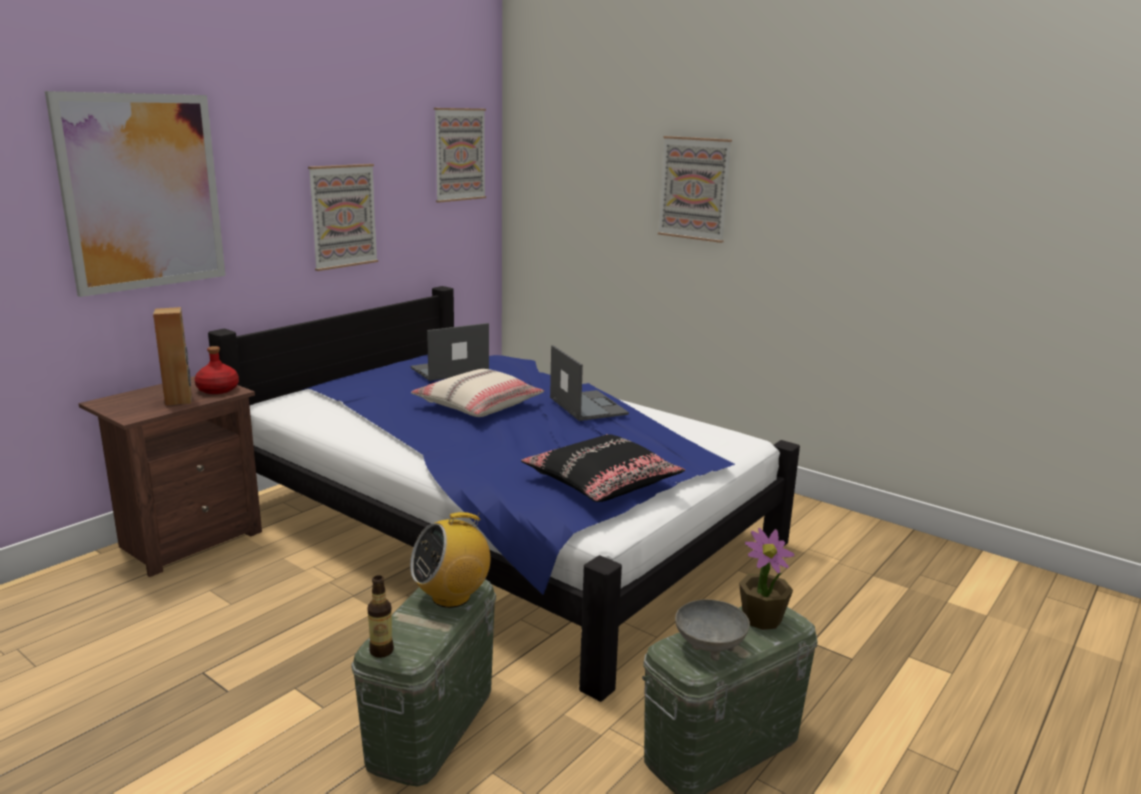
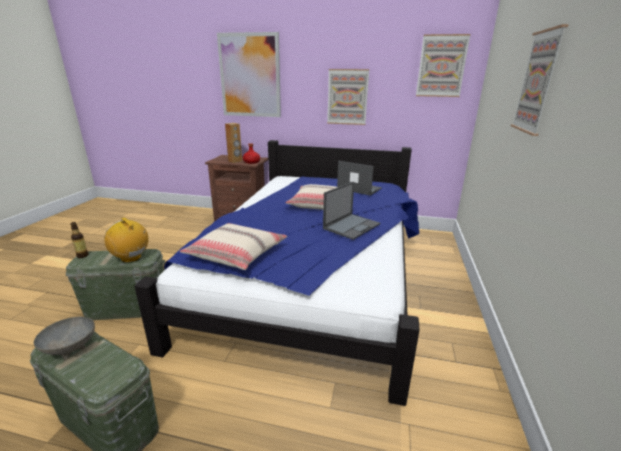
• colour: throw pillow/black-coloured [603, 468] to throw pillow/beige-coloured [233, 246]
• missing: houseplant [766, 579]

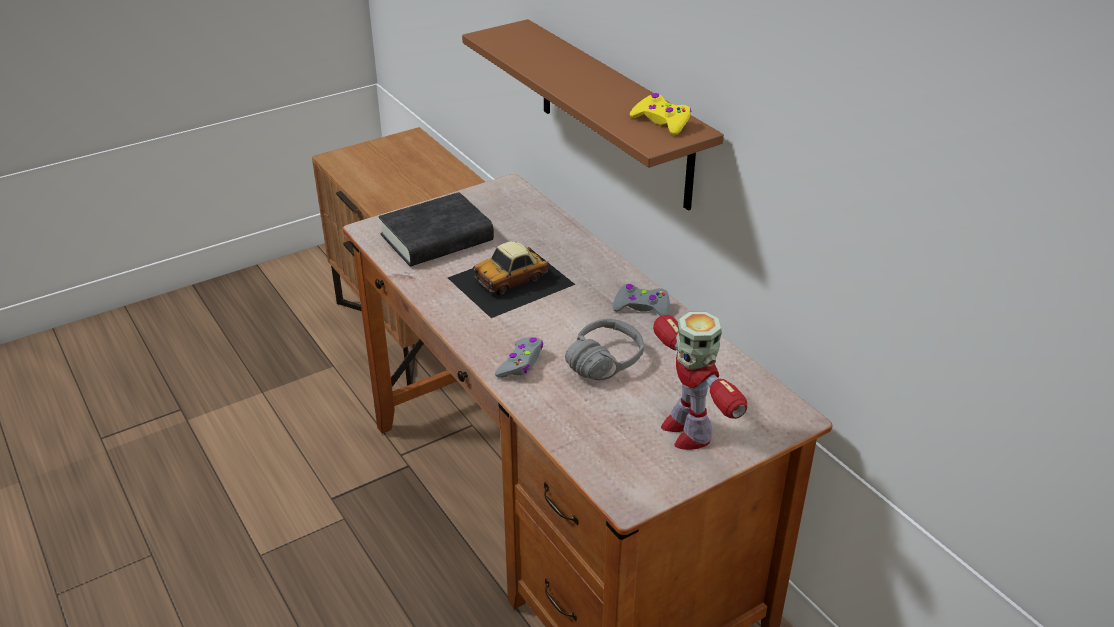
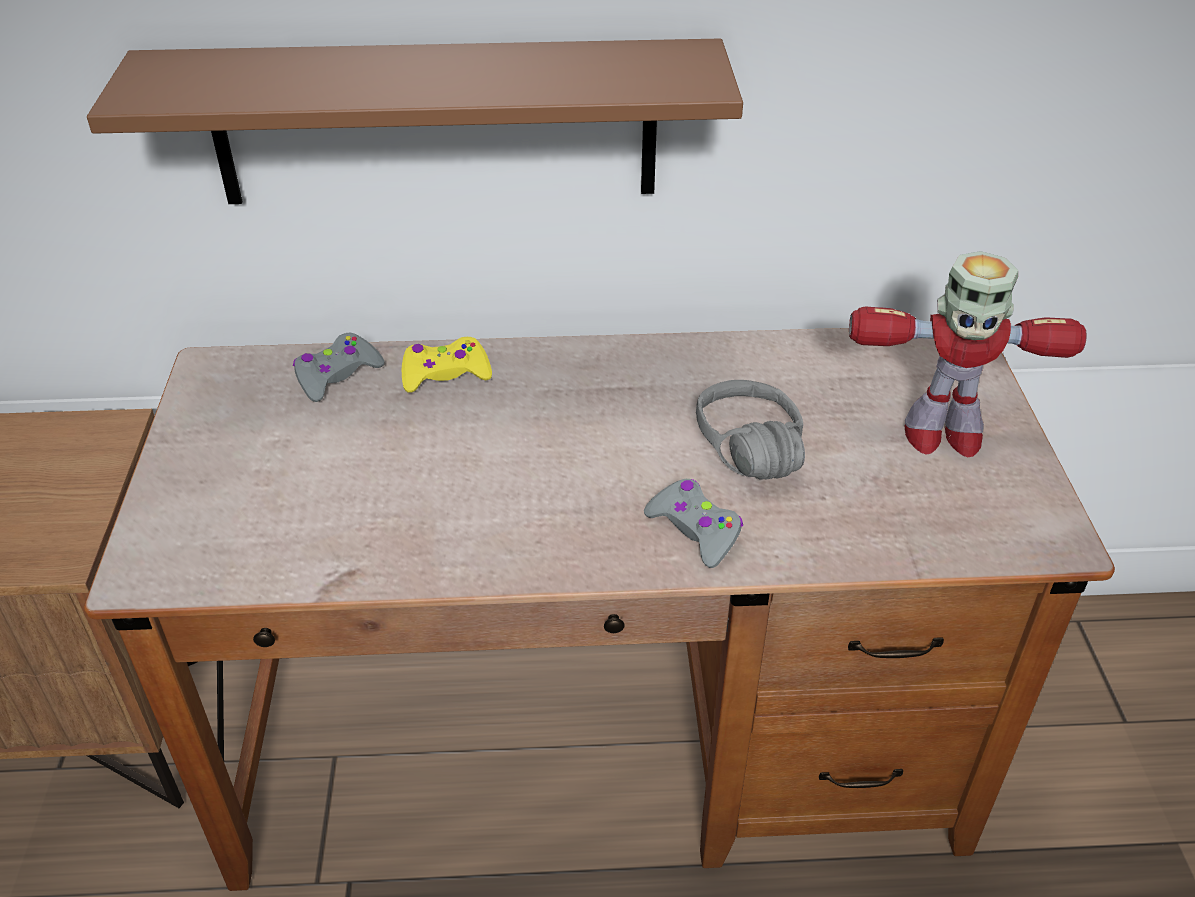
• relocated: gamepad/gray [641, 300] to [338, 367]
• relocated: gamepad/yellow-coloured [661, 114] to [447, 365]
• missing: bound book/black-coloured [436, 229]
• missing: toy car [512, 279]

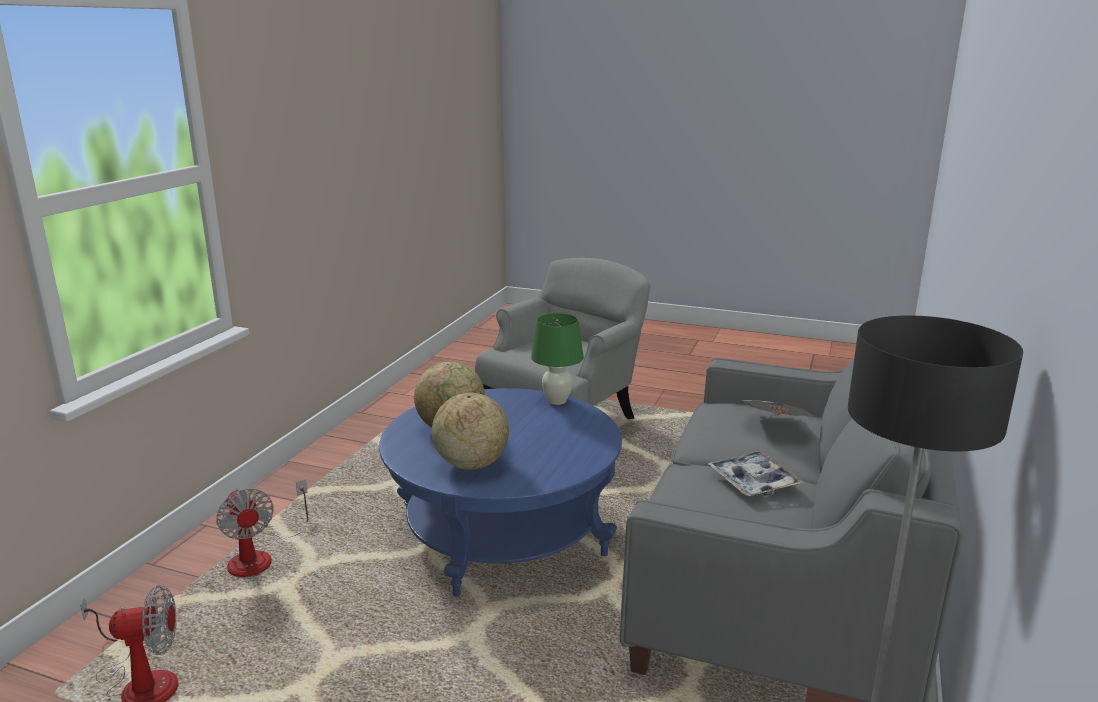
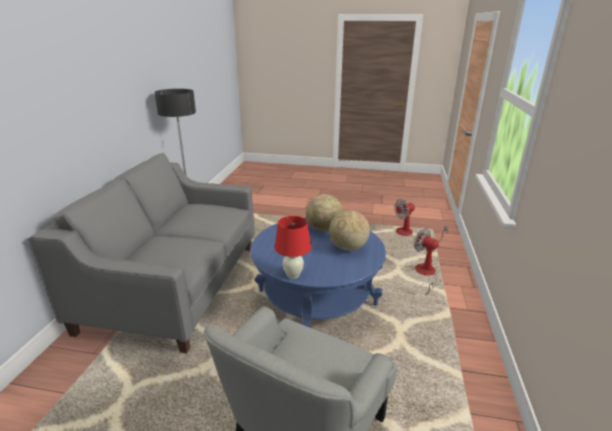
• colour: lamp for a table/green [557, 359] to lamp for a table/reddish [293, 247]
• missing: tray [755, 473]
• missing: daily paper [778, 408]

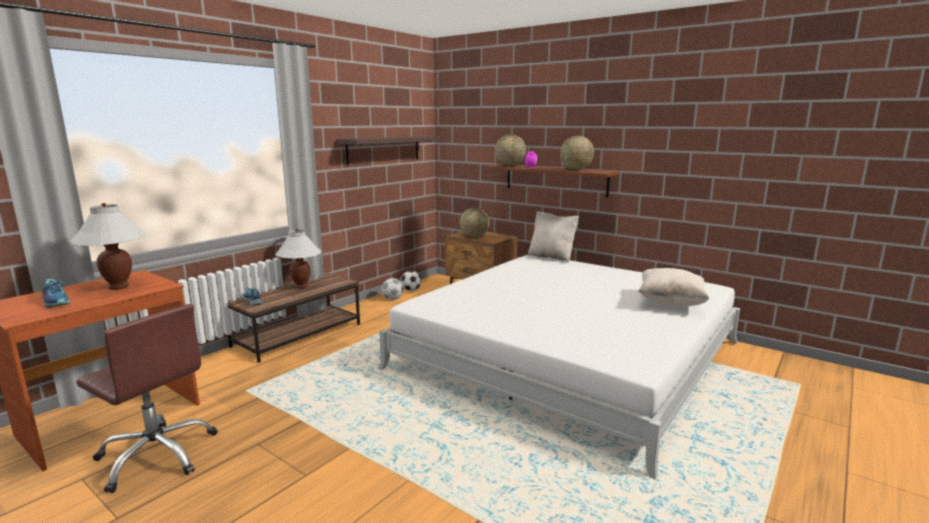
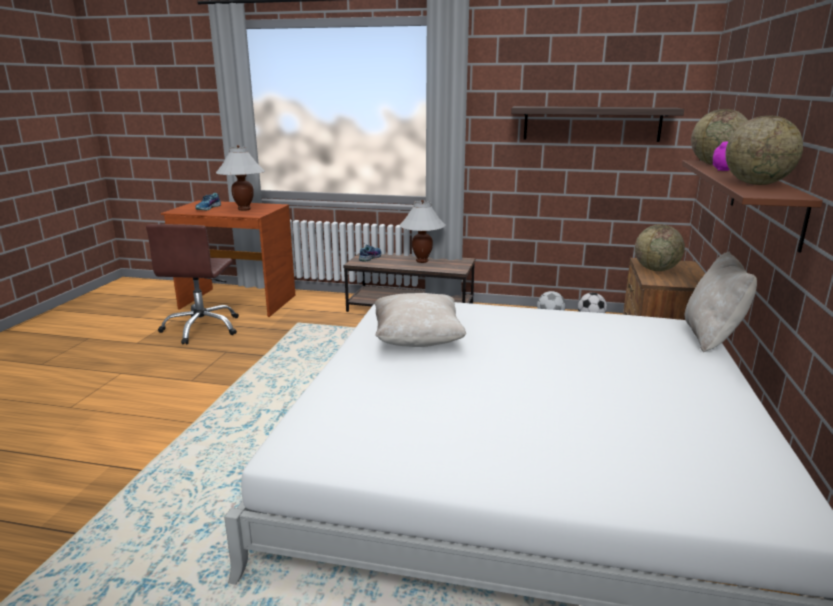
• relocated: throw pillow/beige-coloured [673, 287] to [420, 320]

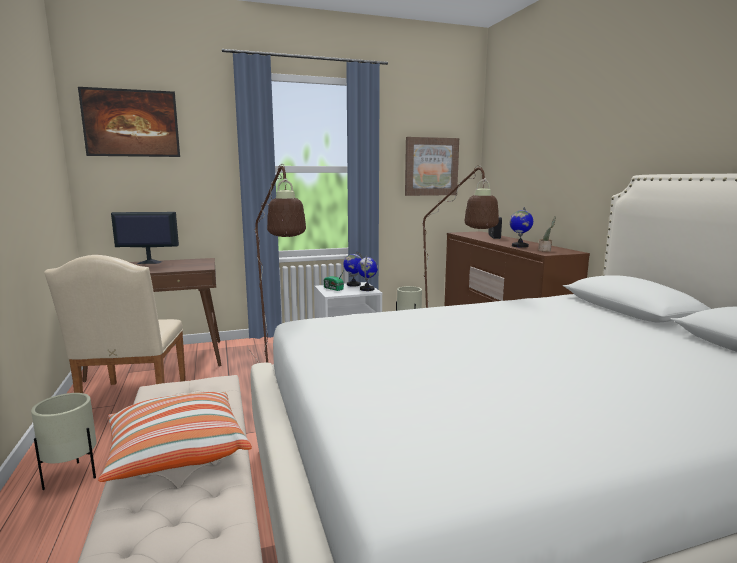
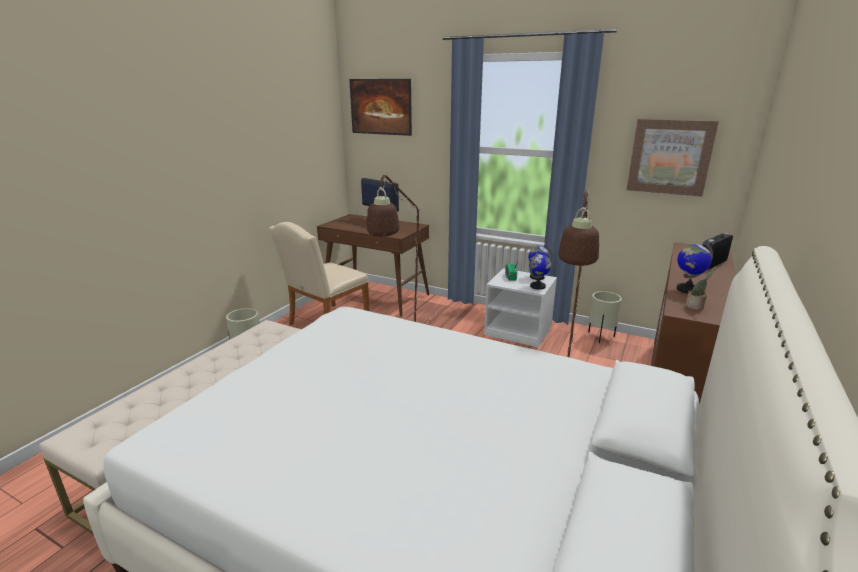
• missing: throw pillow [175, 437]

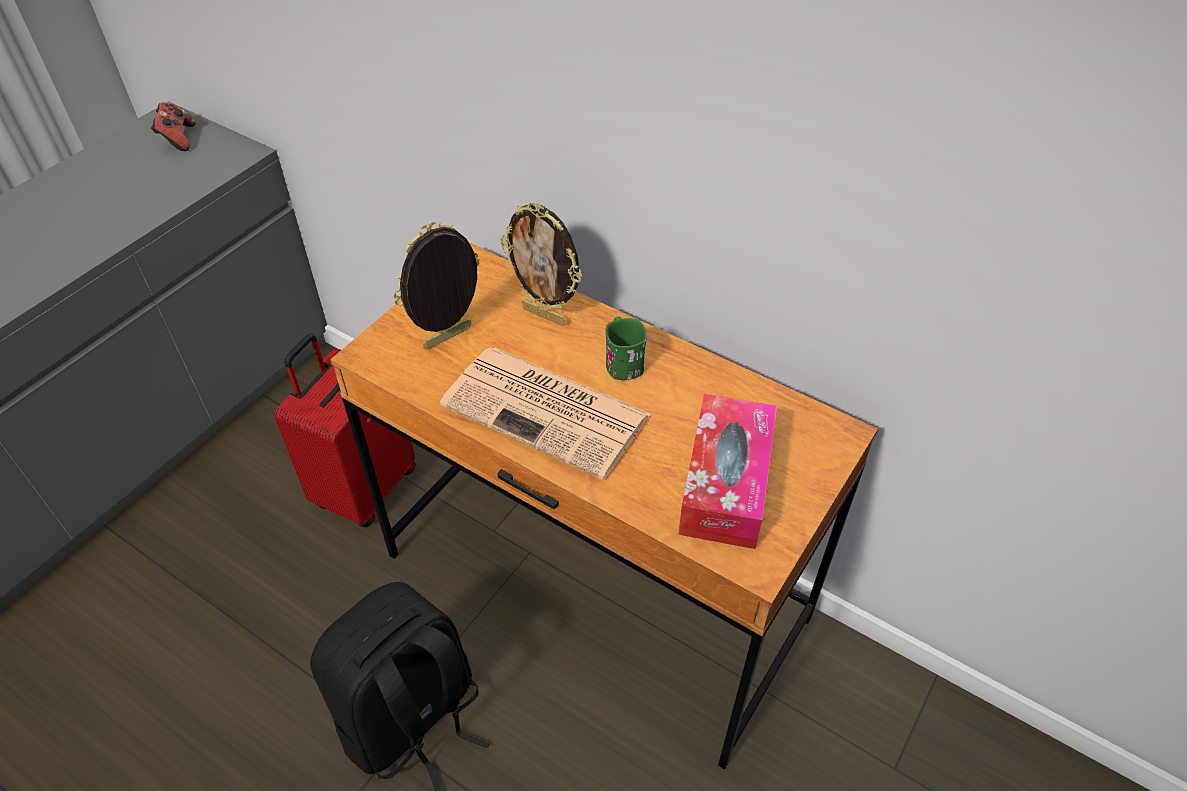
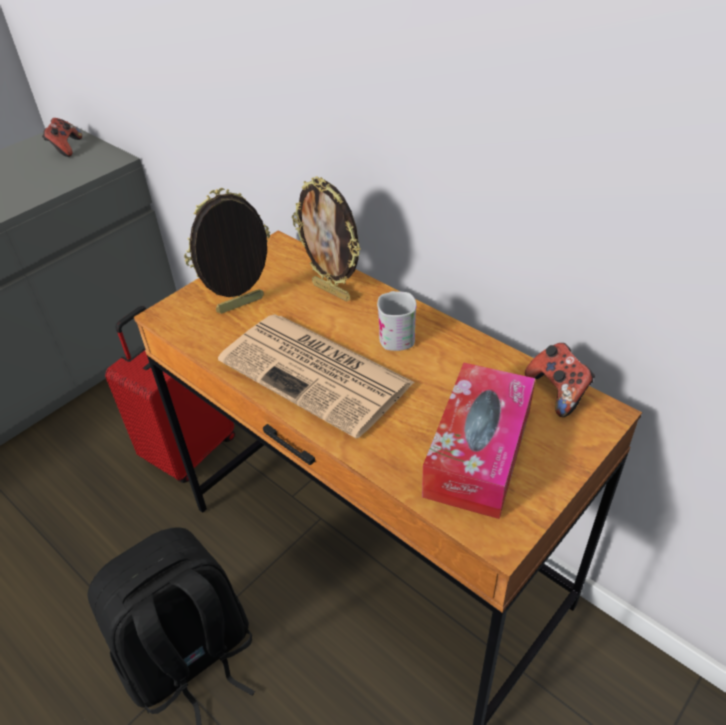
• colour: tea mug/green [626, 348] to tea mug/white-coloured [397, 321]
• appeared: gamepad [560, 380]

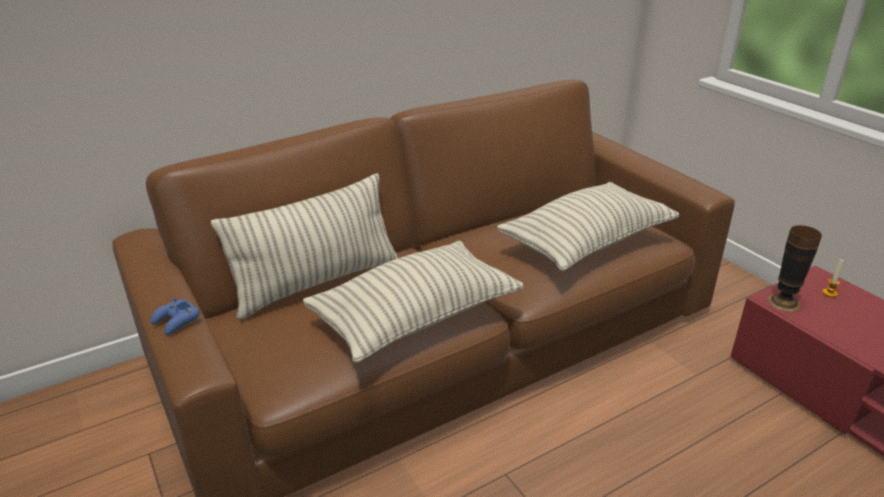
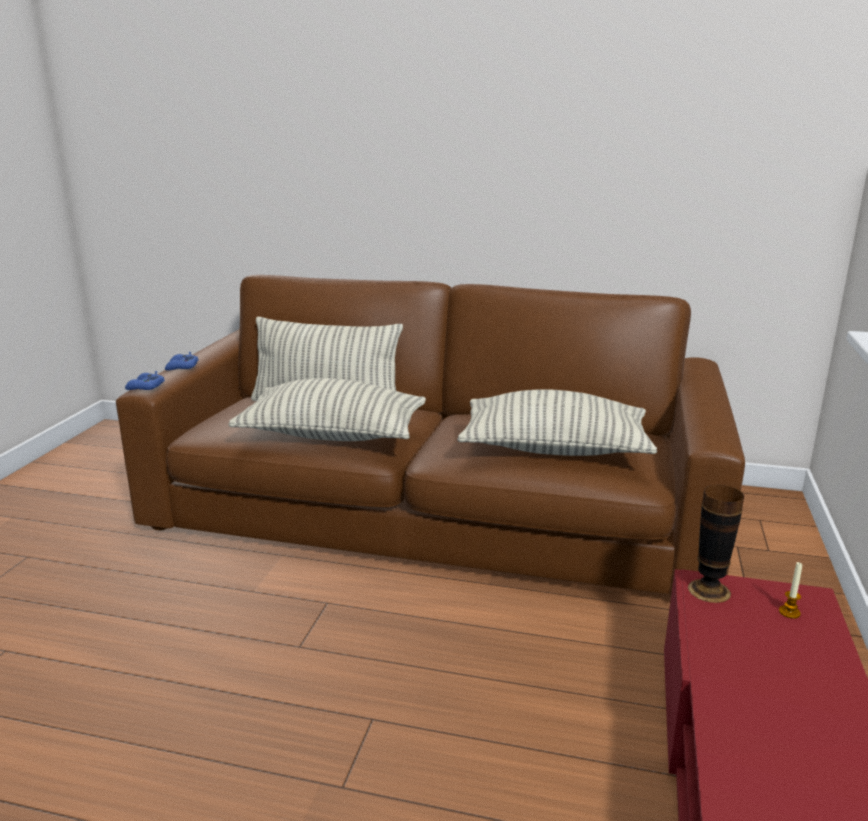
• appeared: gamepad/bluish [145, 380]

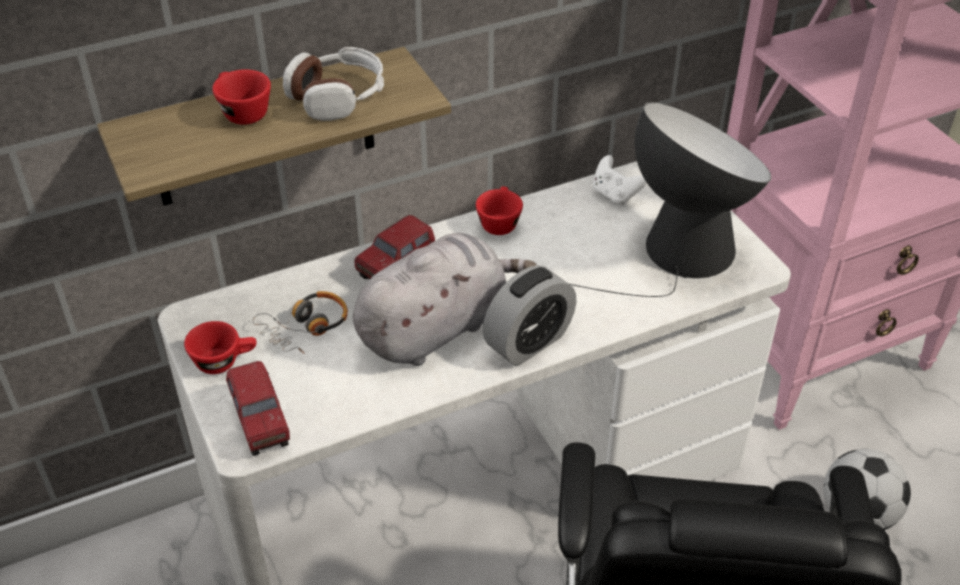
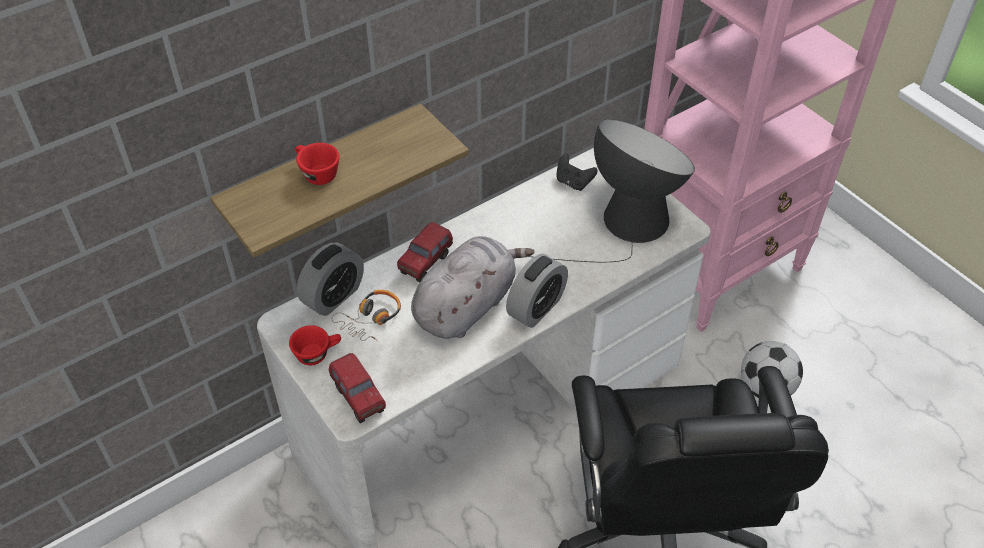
• appeared: bedside clock [330, 279]
• colour: gamepad/white-coloured [620, 180] to gamepad/black-coloured [577, 172]
• missing: pair of headphones [333, 84]
• missing: small cup/reddish [499, 210]

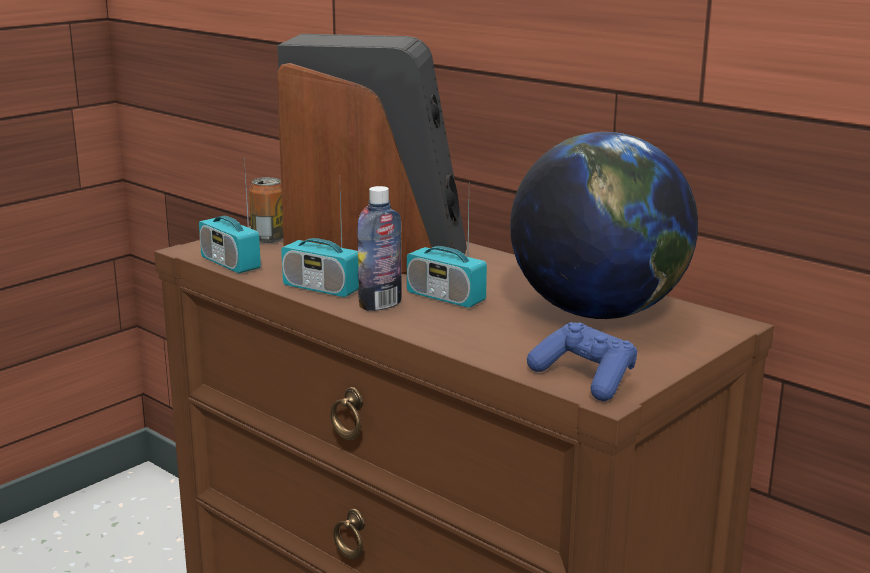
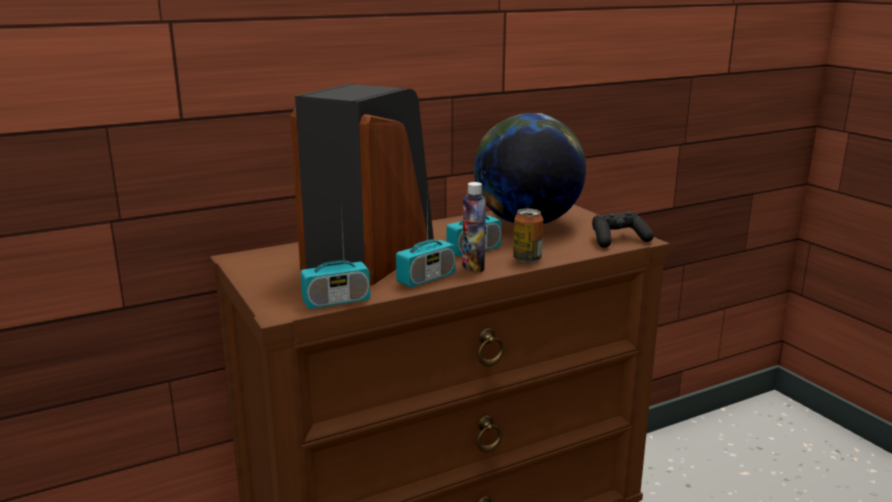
• relocated: sealed can [266, 210] to [528, 235]
• colour: gamepad/bluish [582, 361] to gamepad/black-coloured [623, 229]

